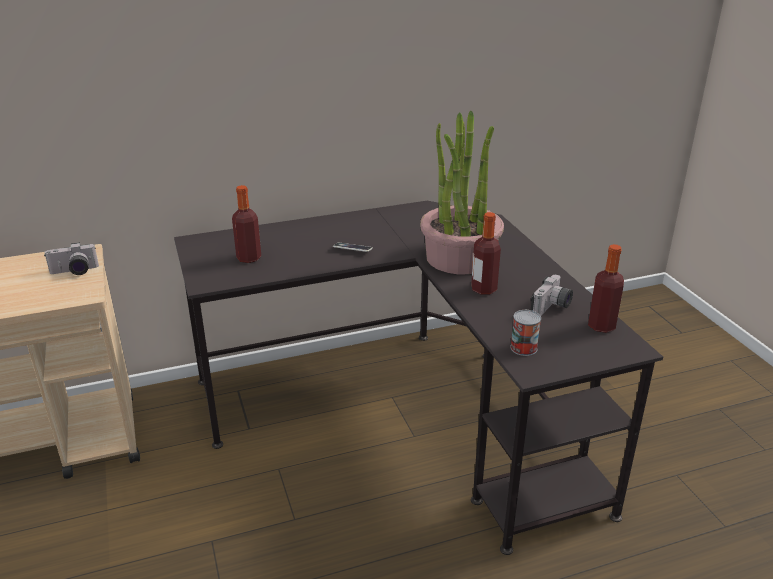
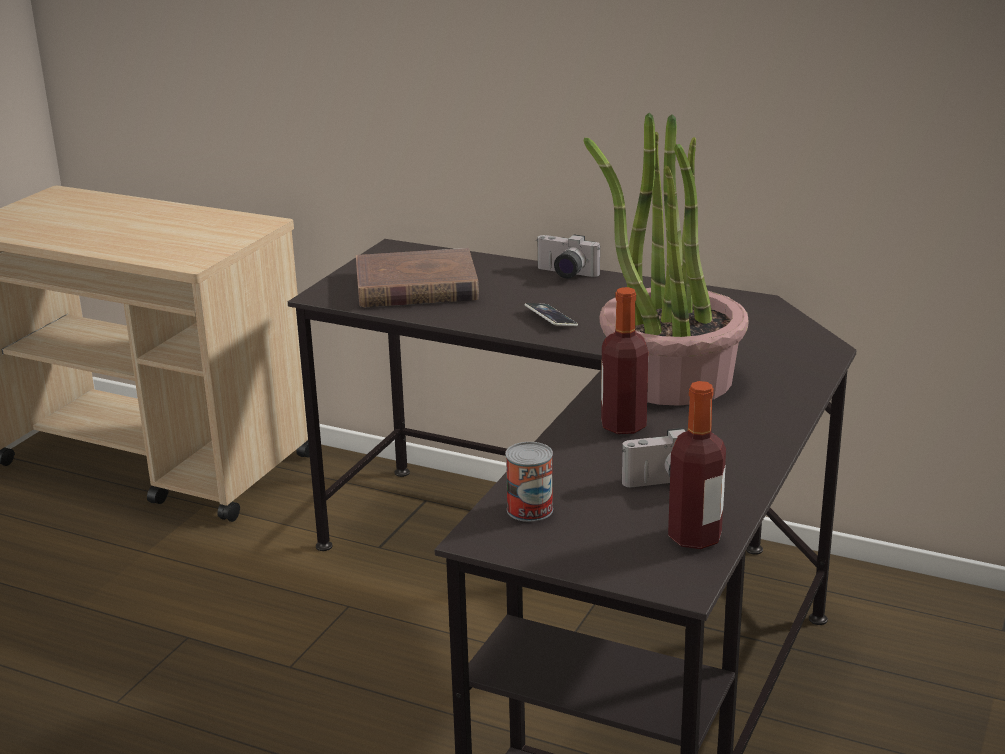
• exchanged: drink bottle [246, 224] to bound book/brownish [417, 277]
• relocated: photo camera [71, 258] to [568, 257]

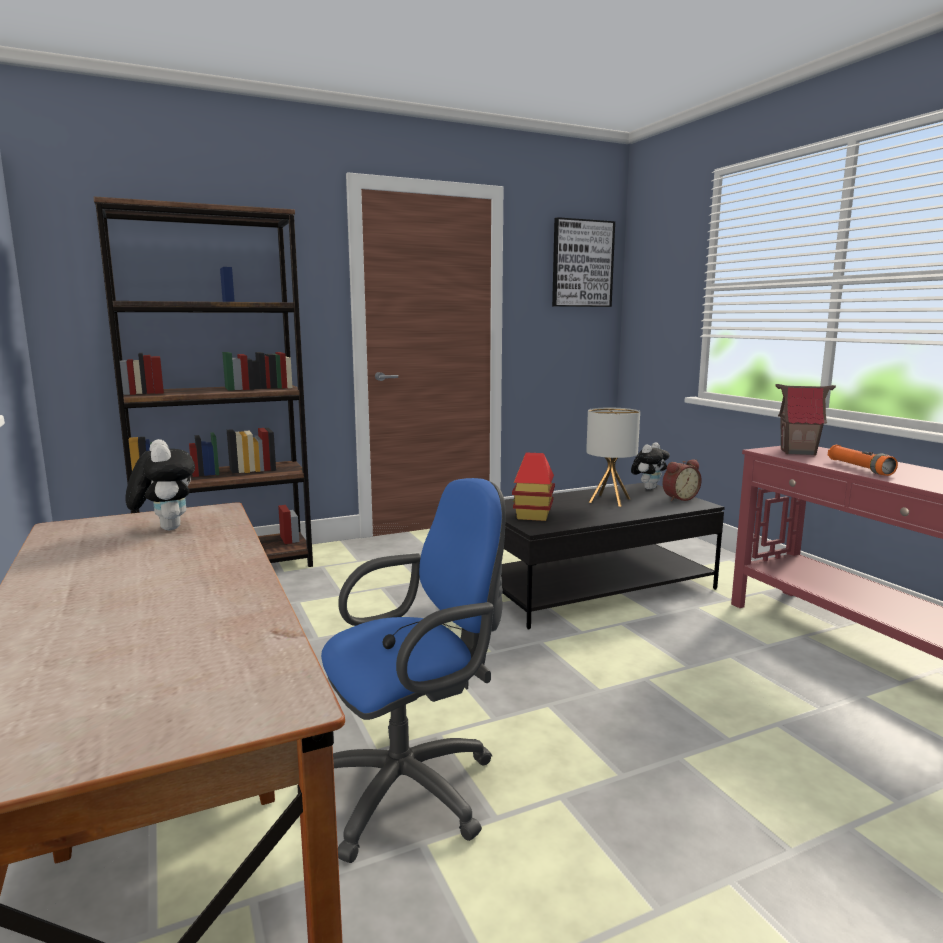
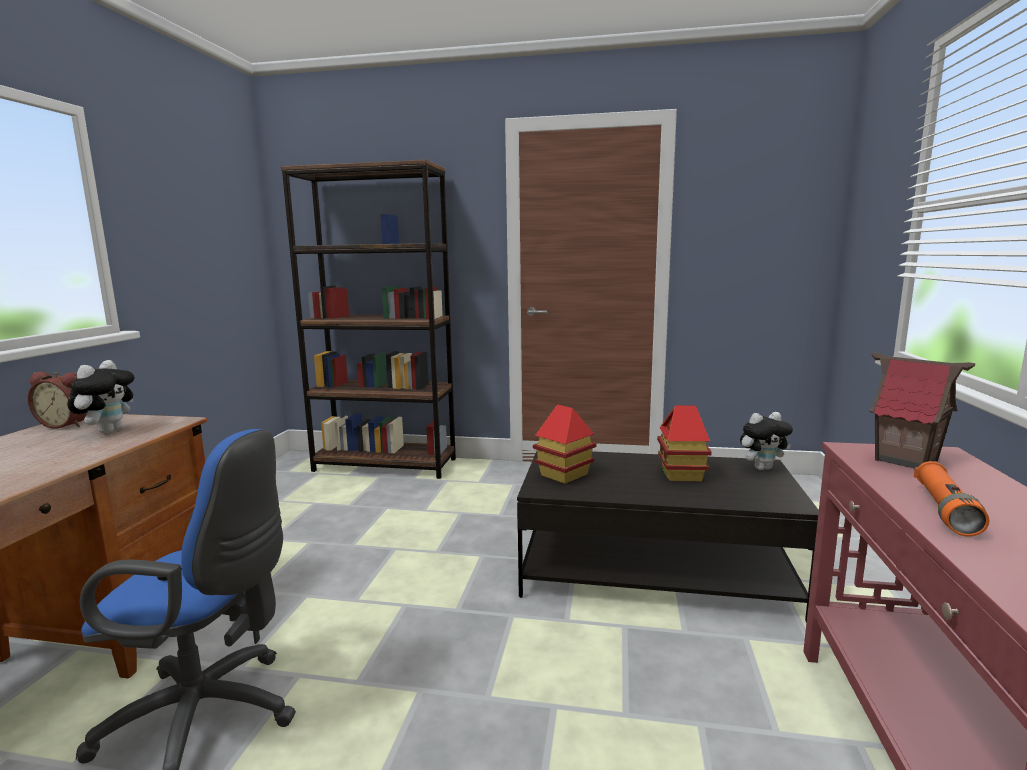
• relocated: bedside clock [682, 480] to [57, 400]
• exchanged: lamp for a table [613, 457] to miniature house [684, 443]
• missing: wall picture [583, 262]

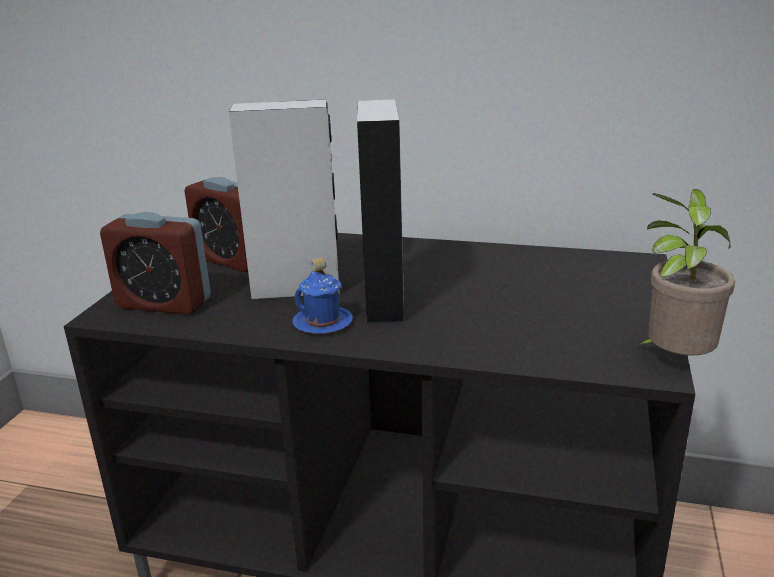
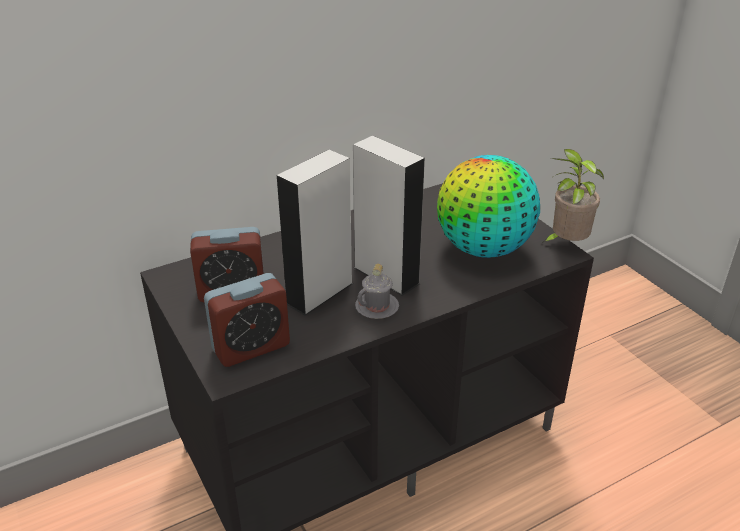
• colour: tea mug/bluish [322, 295] to tea mug/gray [377, 291]
• appeared: desk globe [488, 206]

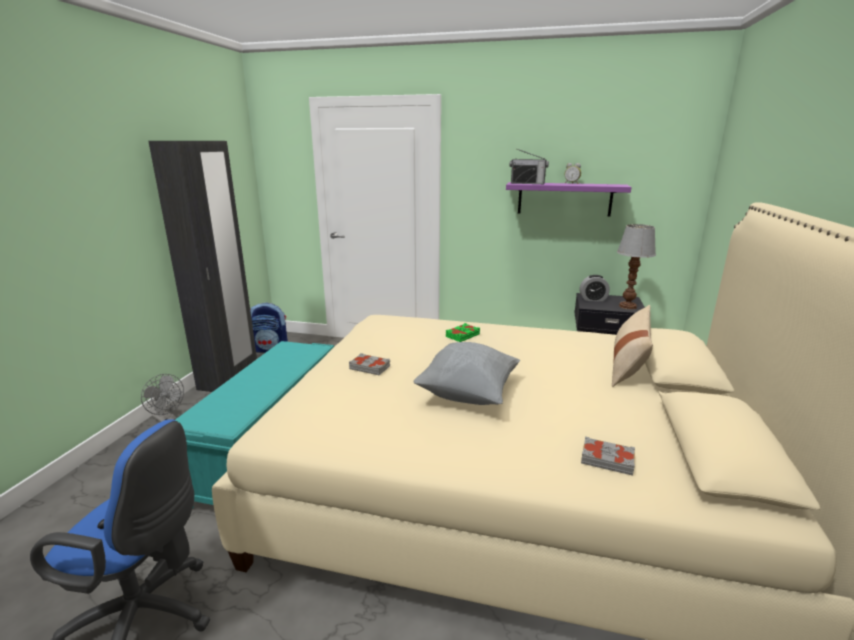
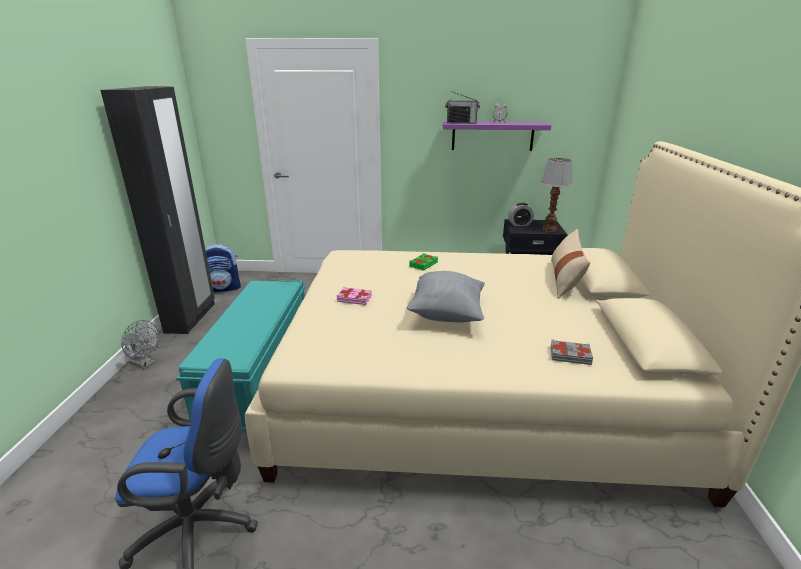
• colour: bound book/gray [369, 364] to bound book/pinkish [354, 296]

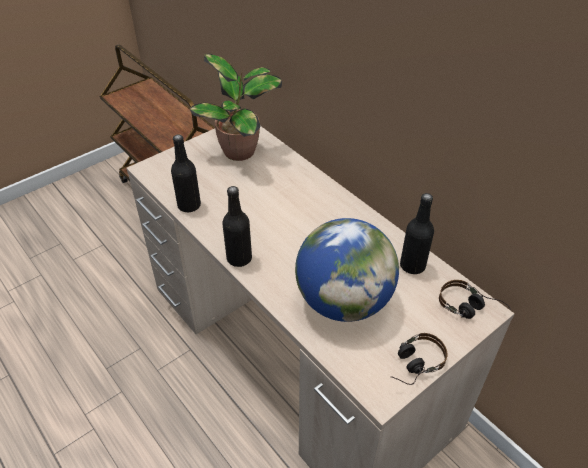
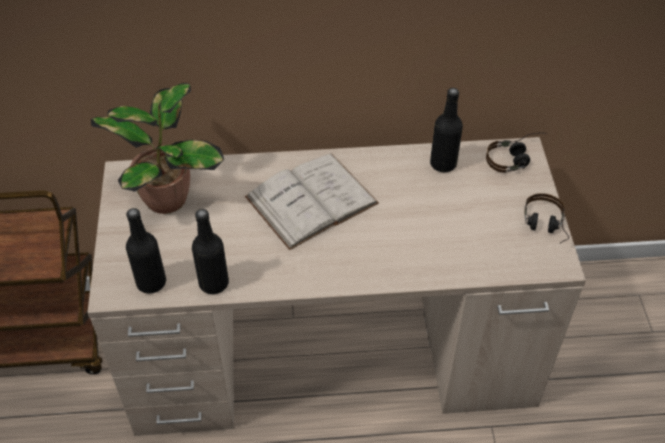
• relocated: drink bottle/black-coloured [237, 226] to [146, 251]
• appeared: bound book/white-coloured [312, 201]
• missing: desk globe [347, 270]

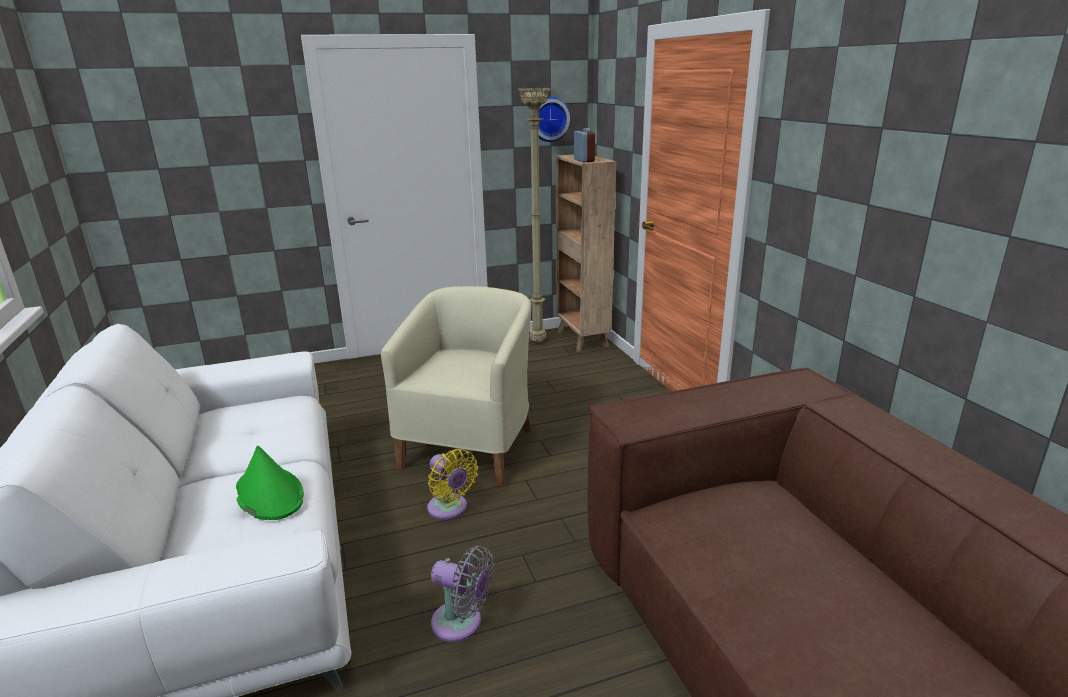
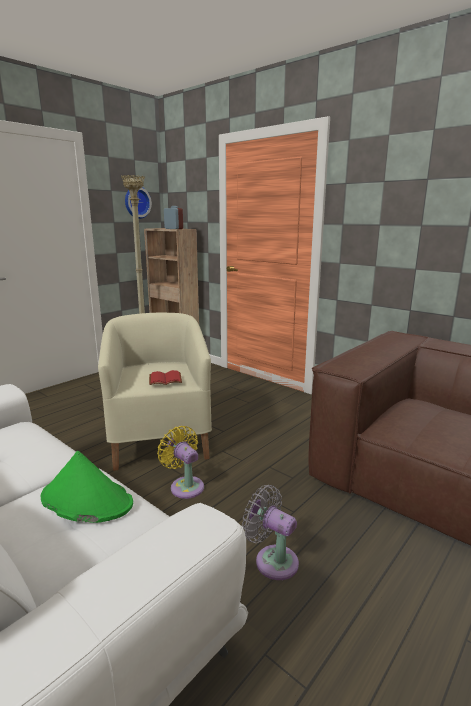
• appeared: bound book/reddish [165, 377]
• spun: electric fan/yellow-coloured [452, 484] = [180, 462] 150 degrees counterclockwise
• spun: electric fan/gray [462, 594] = [270, 532] 135 degrees counterclockwise

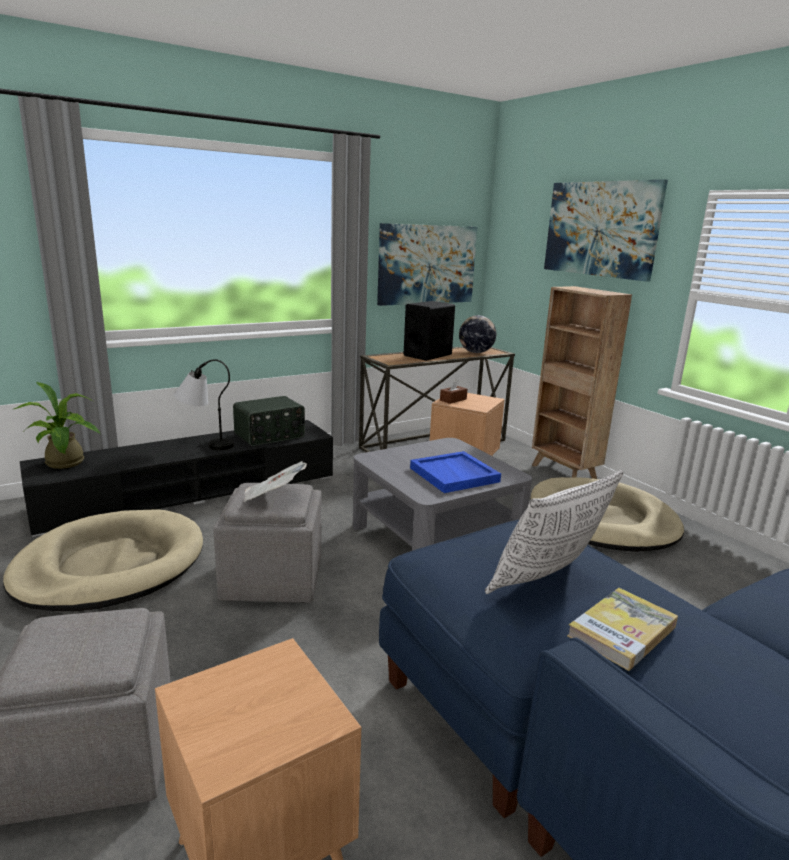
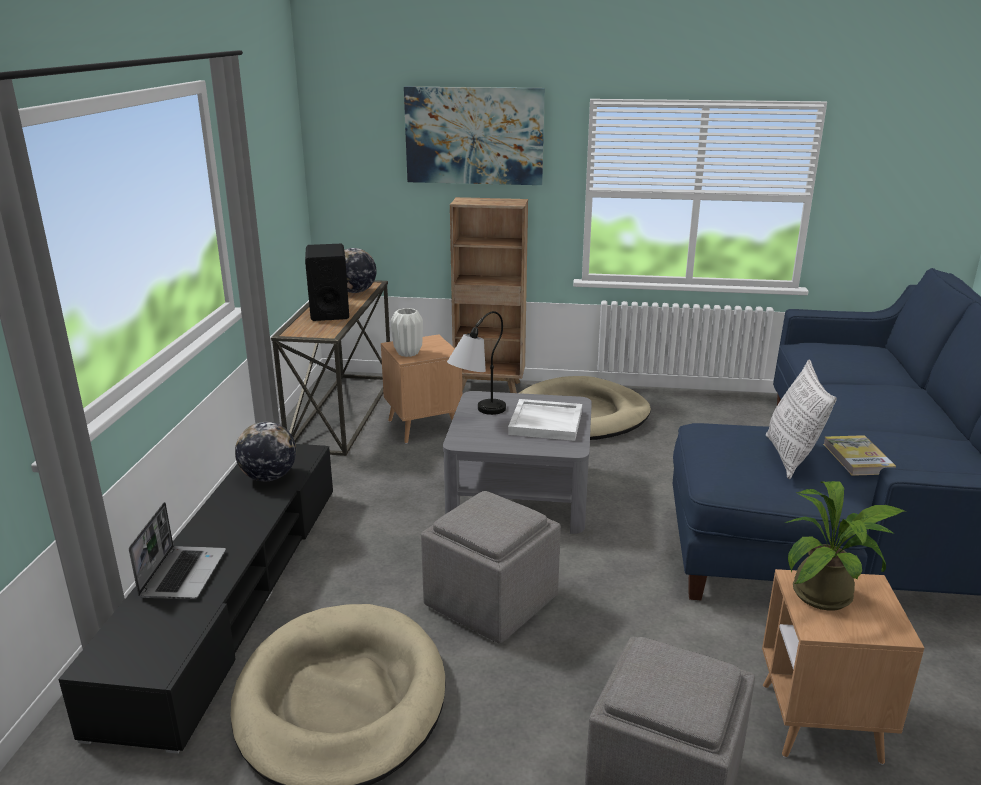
• appeared: portable computer [177, 550]
• exchanged: radio [269, 421] to desk globe [265, 451]
• exchanged: tissue holder/brownish [453, 391] to vase/white-coloured [407, 332]
• relocated: lamp for a table [204, 404] to [476, 363]
• colour: tray/bluish [455, 472] to tray/white-coloured [545, 420]
• relocated: houseplant [57, 425] to [845, 546]
• missing: daily paper [275, 481]
• missing: wall picture [427, 264]

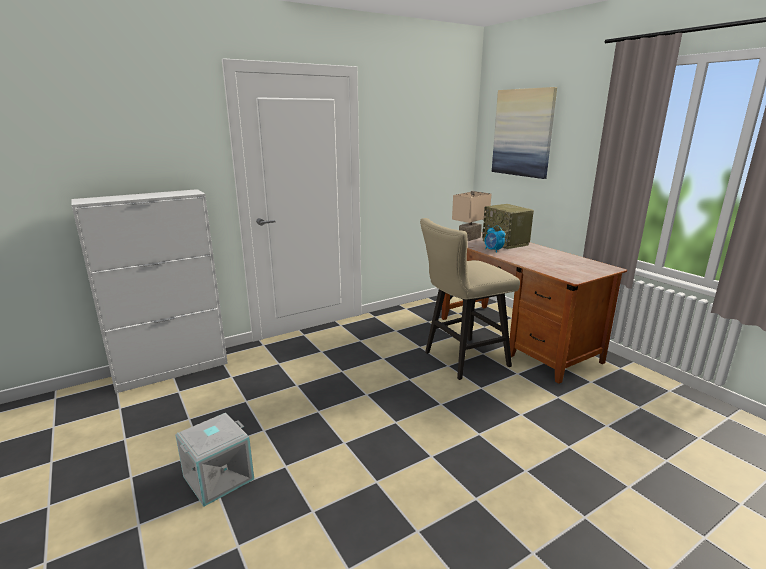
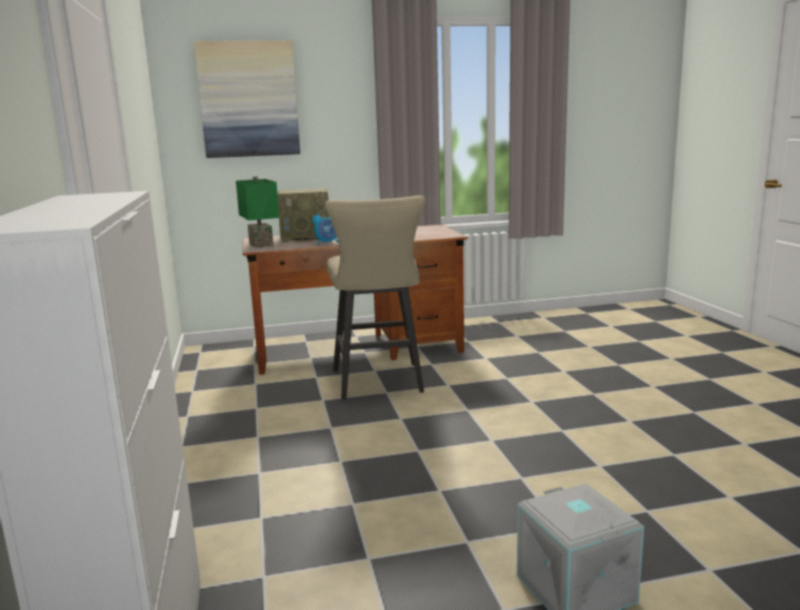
• colour: lamp for a table/beige-coloured [471, 216] to lamp for a table/green [257, 212]

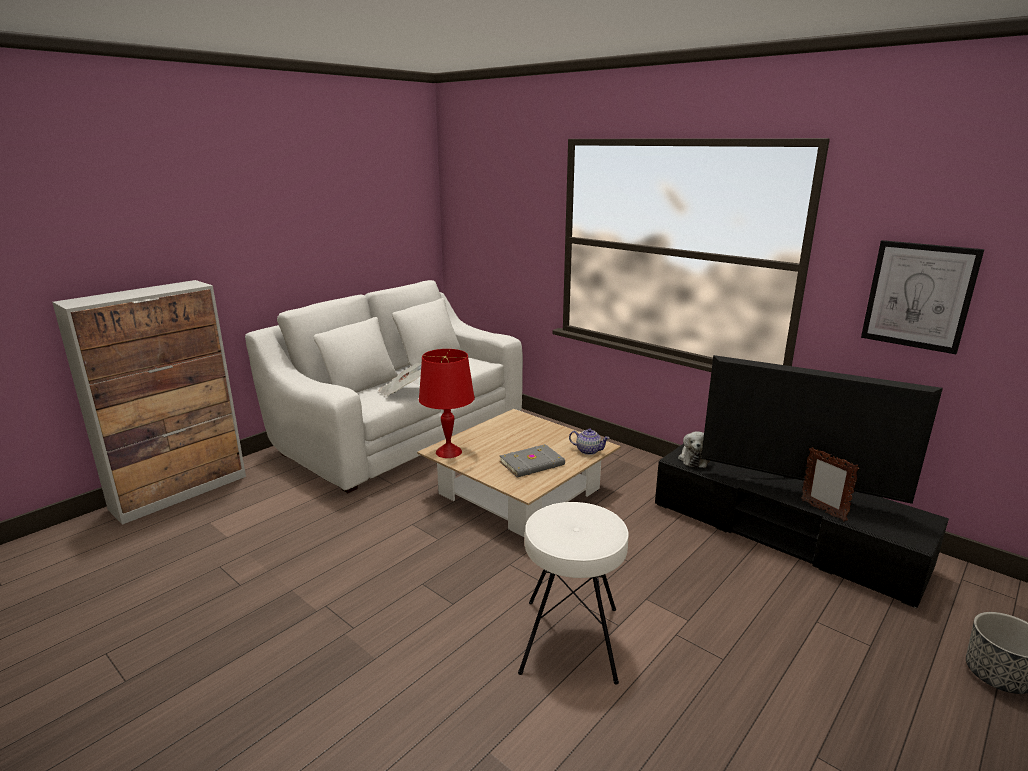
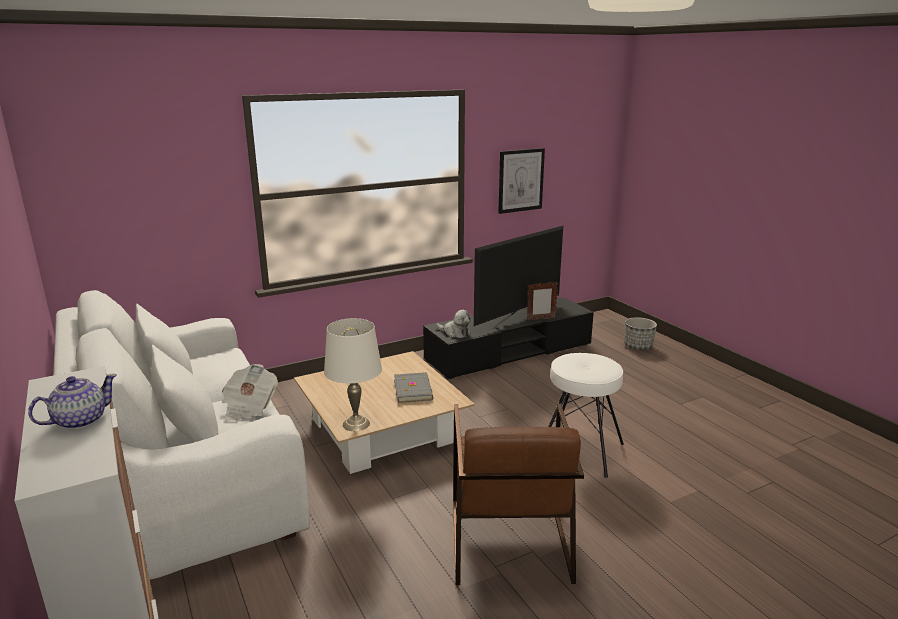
• relocated: teapot [589, 442] to [72, 401]
• colour: lamp for a table/reddish [447, 403] to lamp for a table/white-coloured [353, 374]
• appeared: easy chair/brownish [518, 494]

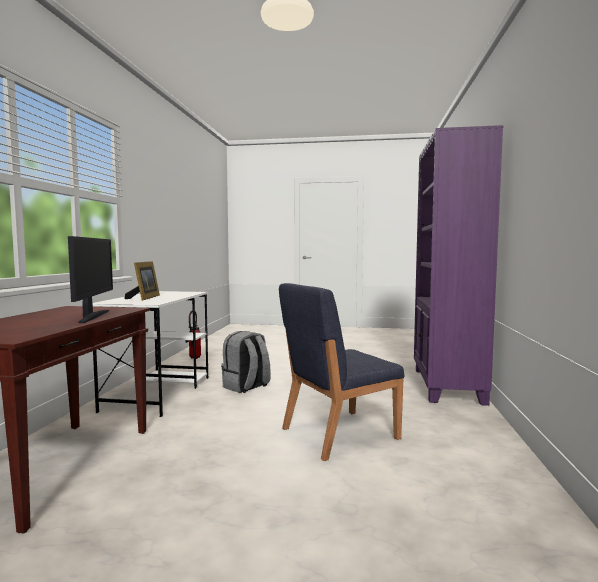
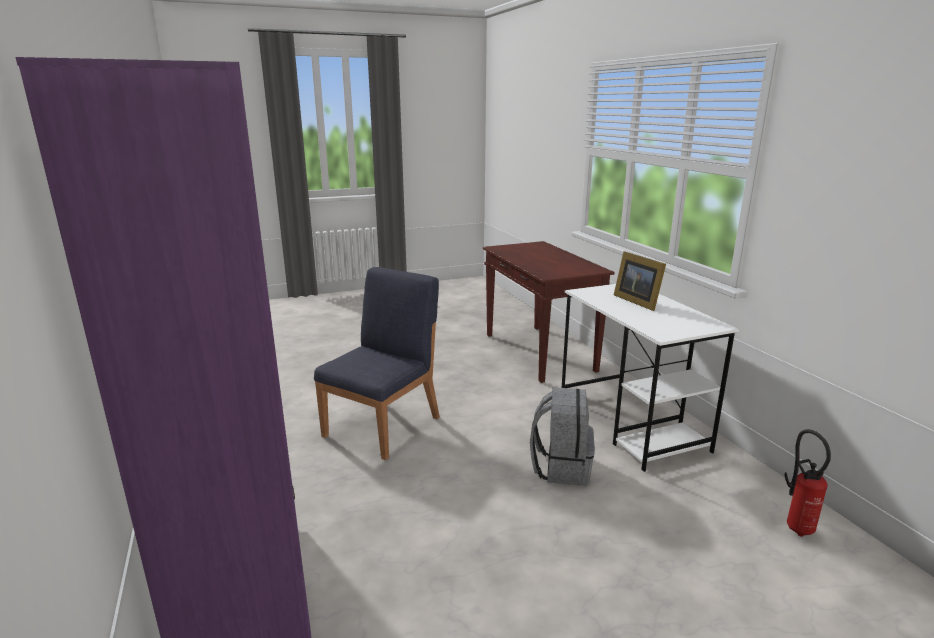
• missing: computer display [90, 279]

